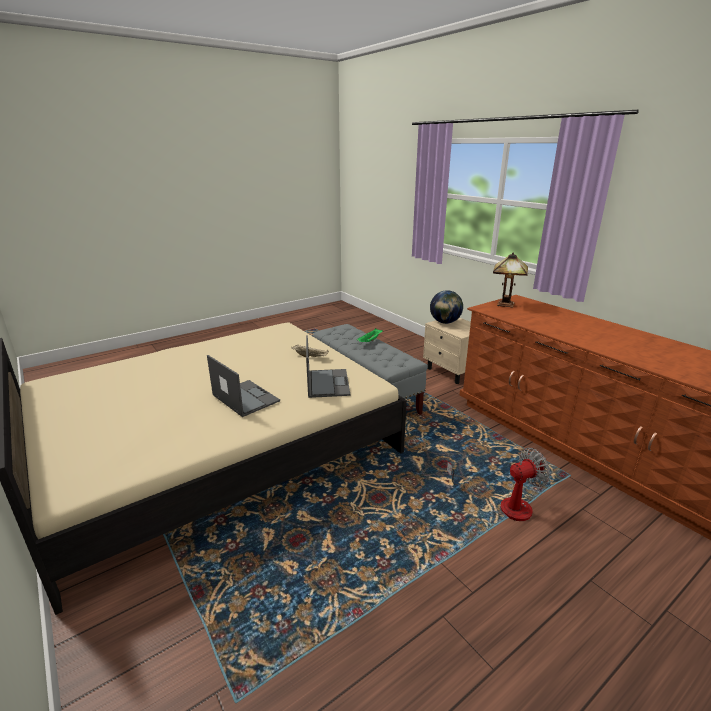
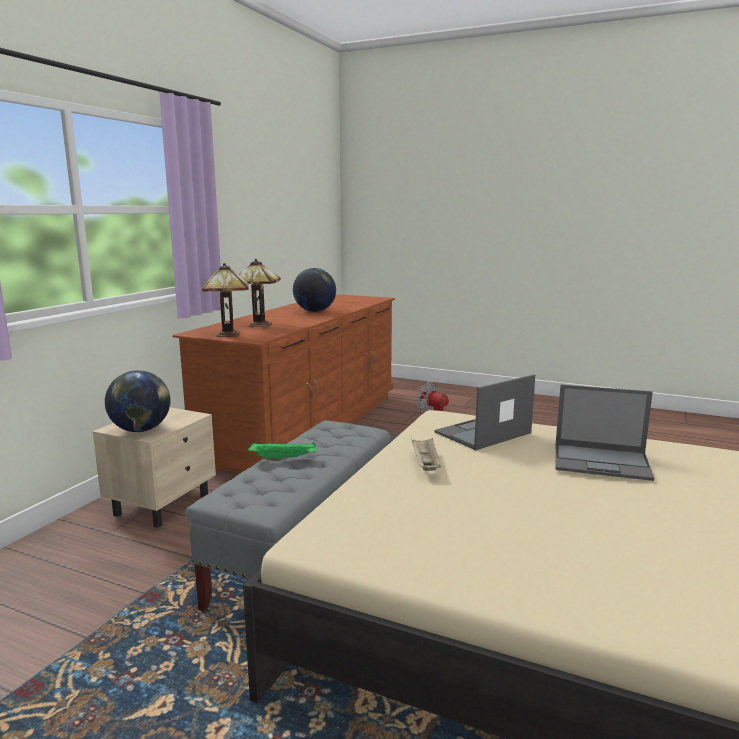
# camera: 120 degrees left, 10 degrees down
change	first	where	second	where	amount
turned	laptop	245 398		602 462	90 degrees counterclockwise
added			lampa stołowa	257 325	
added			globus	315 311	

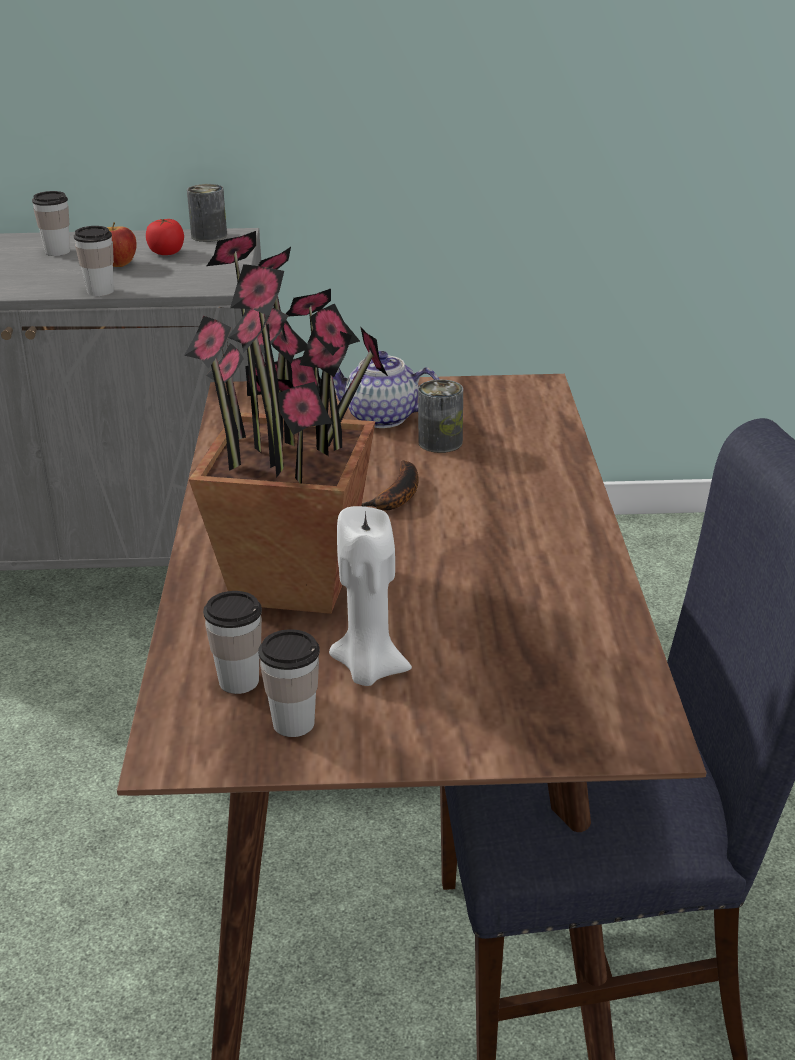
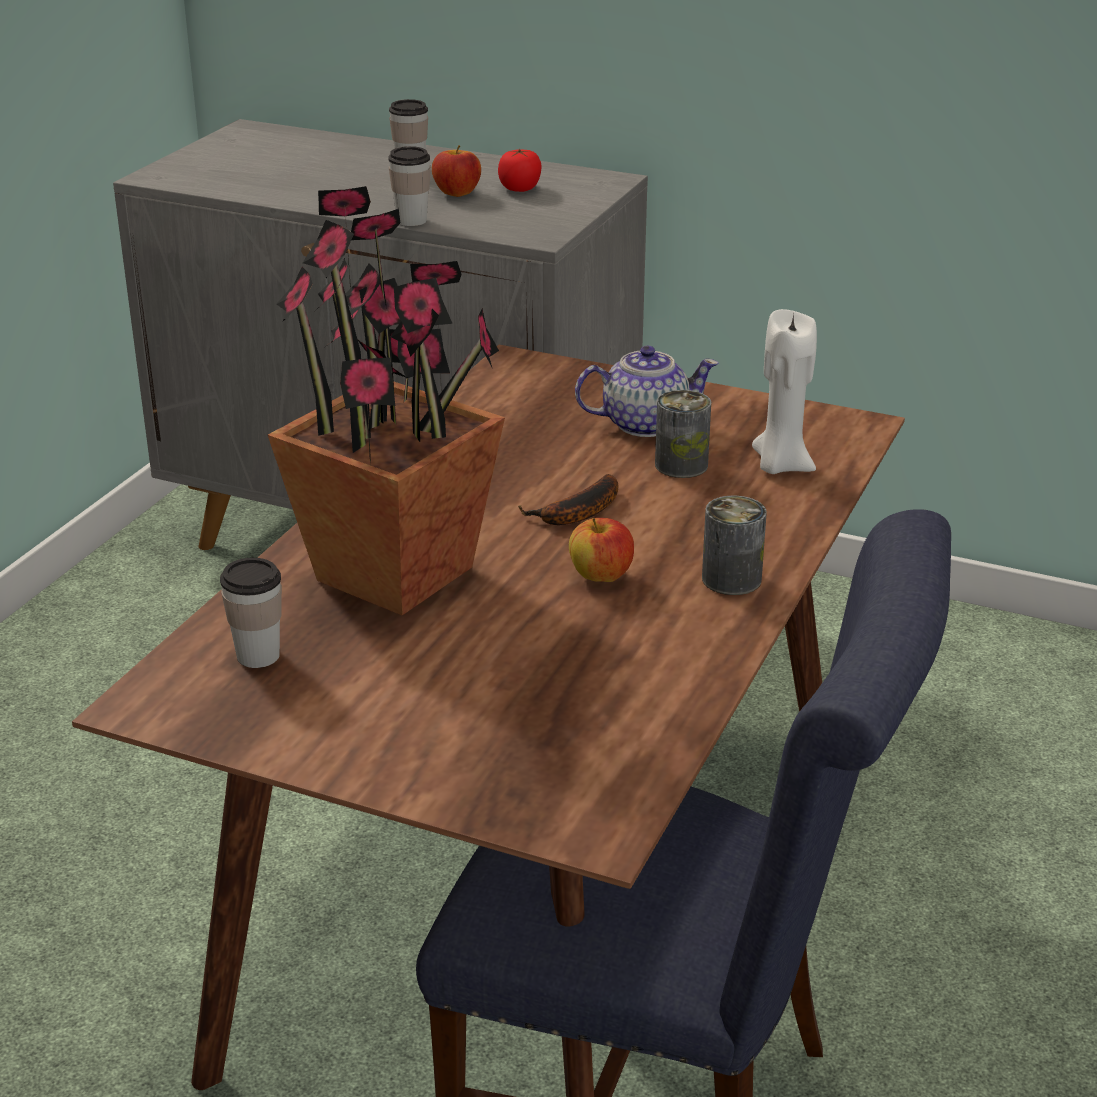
# camera: 25 degrees right, 0 degrees up
change	first	where	second	where	amount
moved	puszka	209 236		731 579	
removed	filiżanka	294 723			
moved	świeca (biały)	368 670		780 465	
turned	imbryk	383 418		644 424	135 degrees clockwise
added			jabłko	600 576	

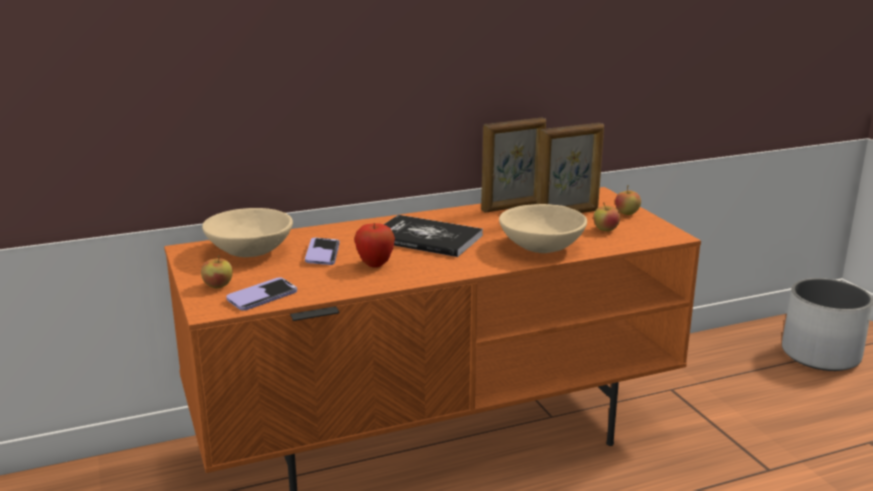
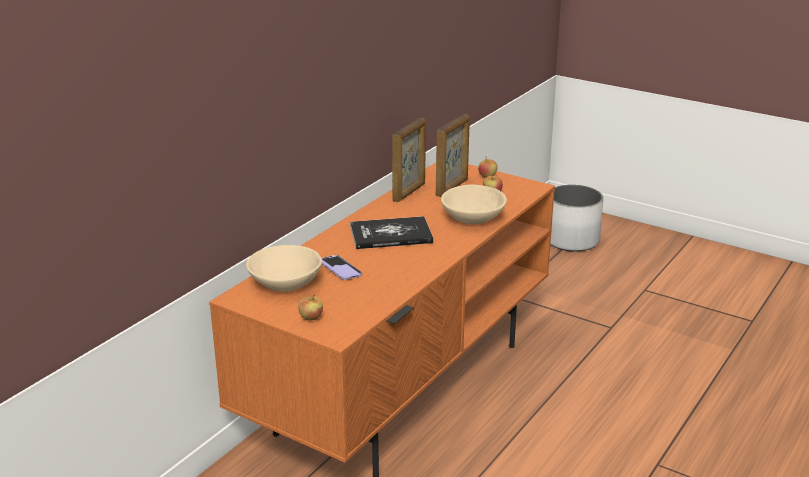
# camera: 35 degrees left, 5 degrees up
change	first	where	second	where	amount
removed	telefon	262 296			
removed	jabłko	375 264			

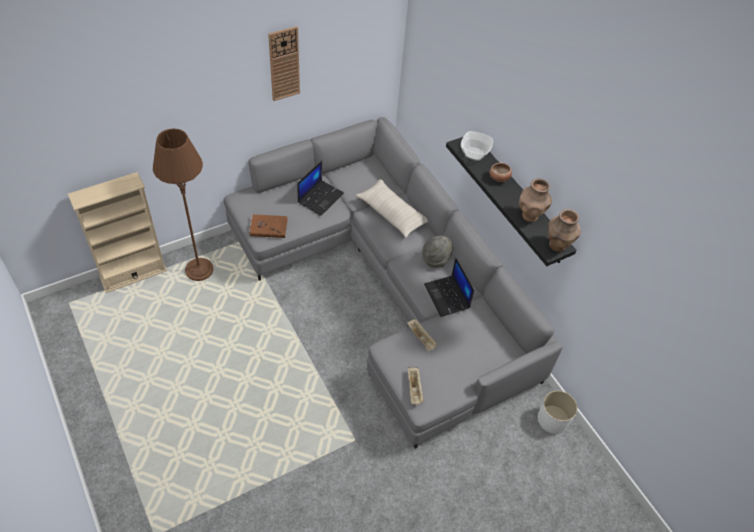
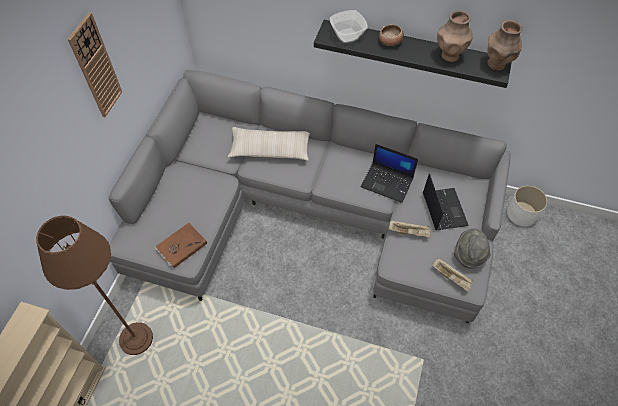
# camera: 40 degrees left, 5 degrees up
change	first	where	second	where	amount
moved	laptop	320 197		443 209	
moved	kapelusz (szary)	436 259		468 256	

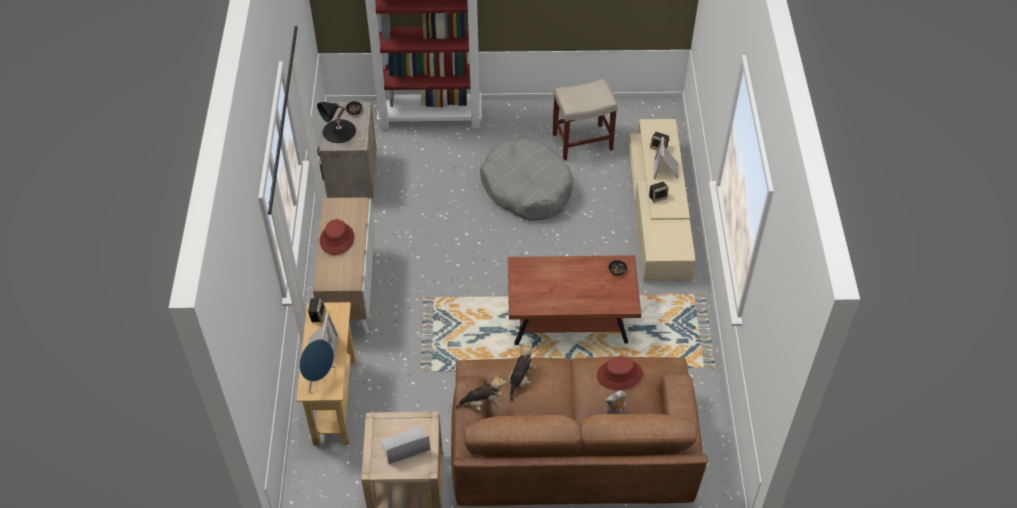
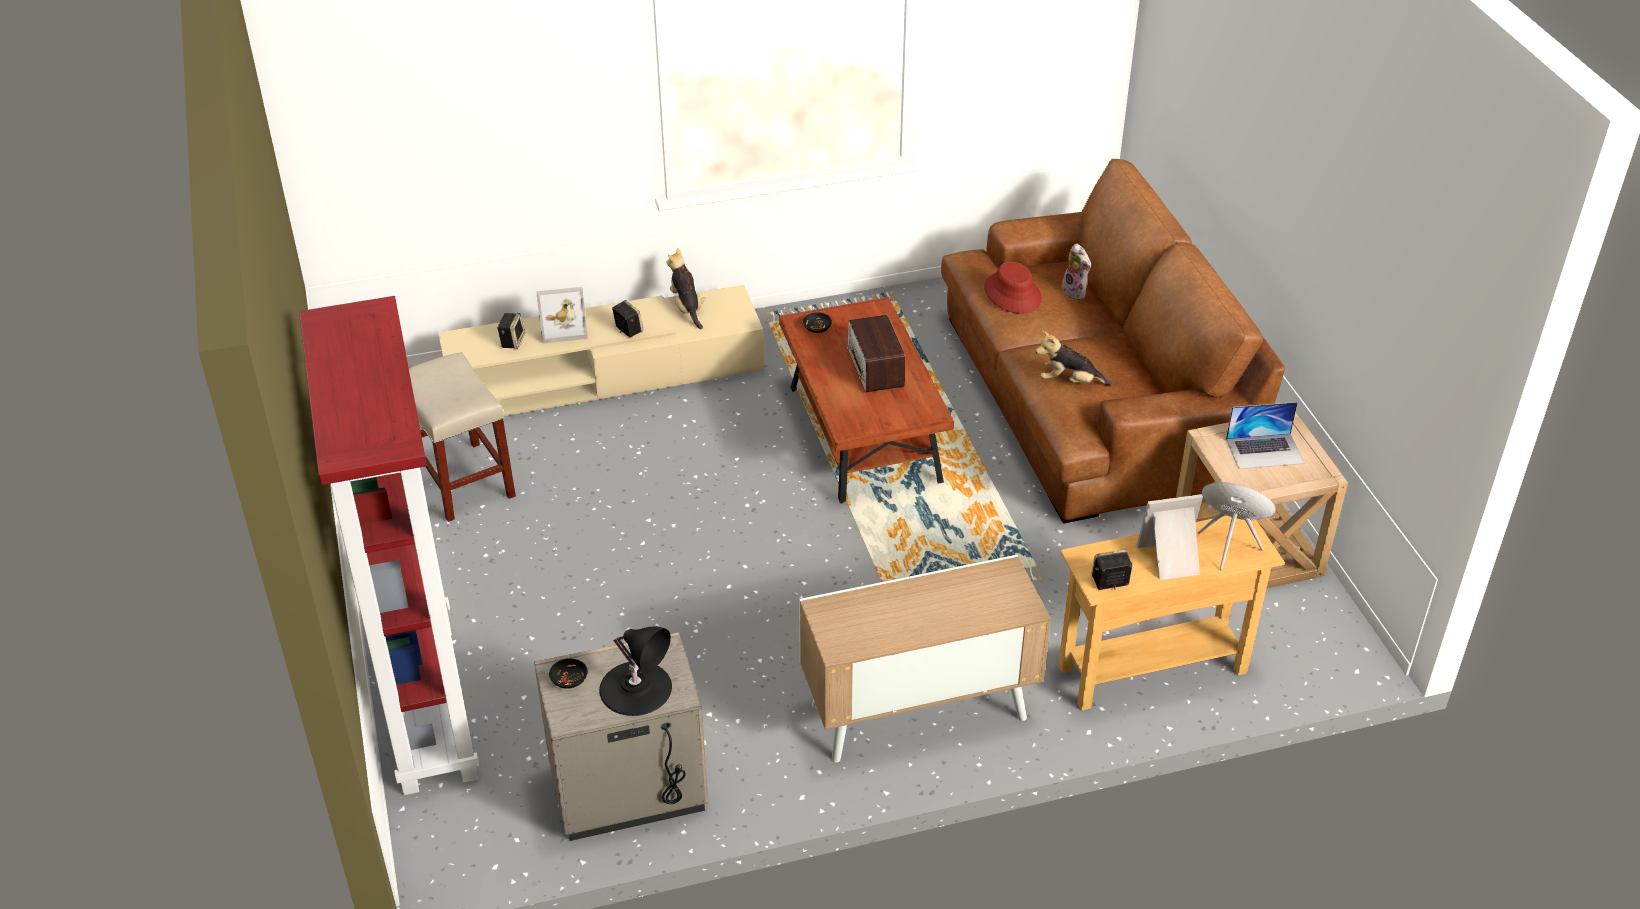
# camera: 105 degrees left, 10 degrees down
change	first	where	second	where	amount
removed	kapelusz (czerwony)	336 239			
turned	laptop	405 445		1265 451	60 degrees counterclockwise
moved	pluszak	483 403		687 308	
removed	legowisko (szary)	527 188			
added			radio	875 368	

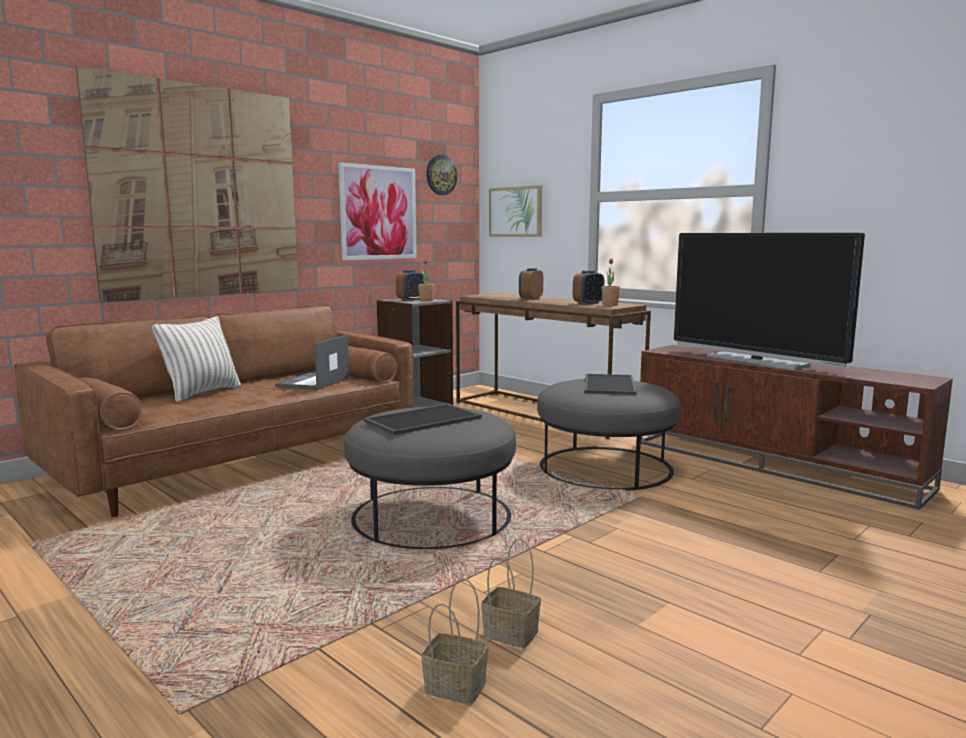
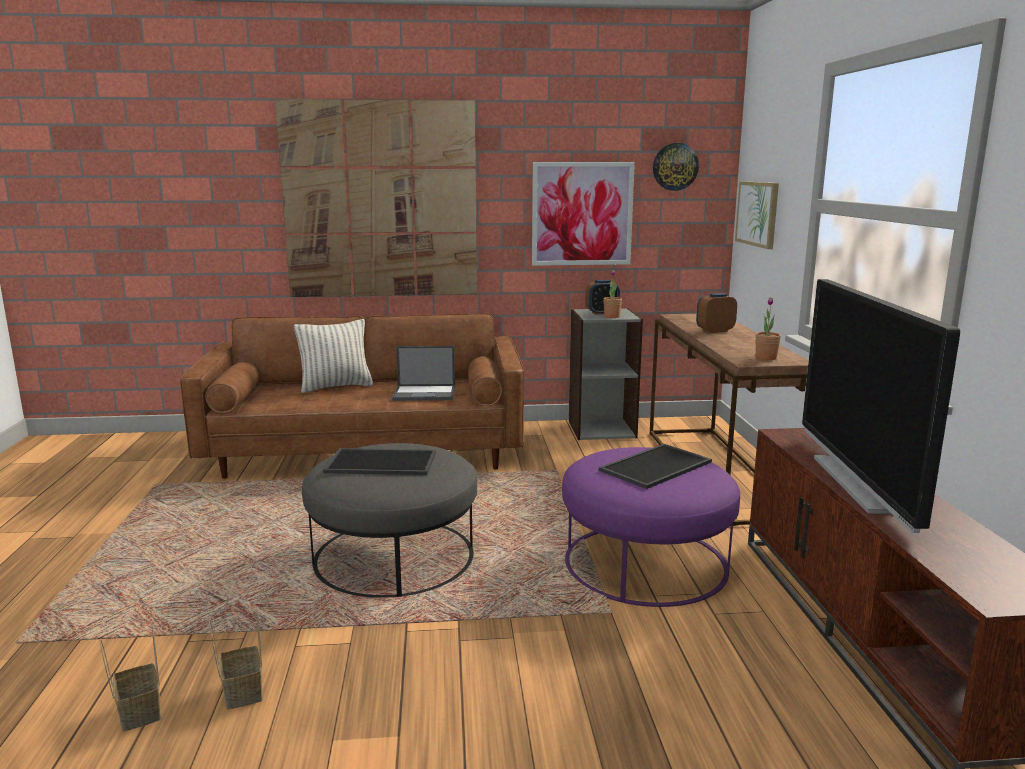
# camera: 40 degrees right, 5 degrees up
change	first	where	second	where	amount
turned	laptop	313 382		425 393	150 degrees counterclockwise
recoloured	pufa (szary)	605 467	pufa (fioletowy)	646 563	
removed	budzik	588 303			

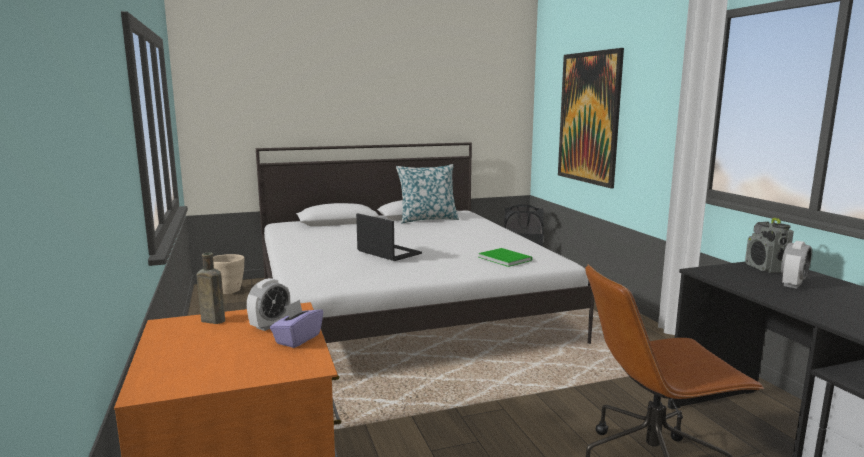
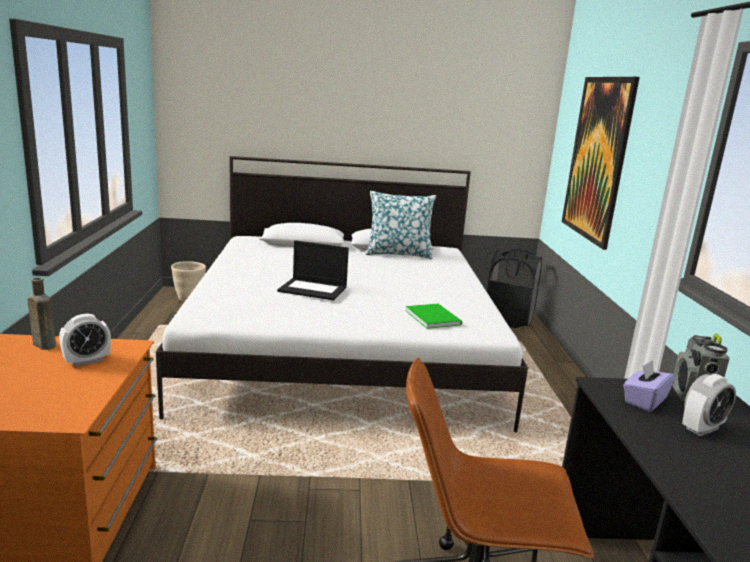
# camera: 15 degrees right, 5 degrees up
change	first	where	second	where	amount
moved	pudełko chusteczek (fioletowy)	297 339		644 401	
turned	laptop	388 252		313 289	135 degrees clockwise

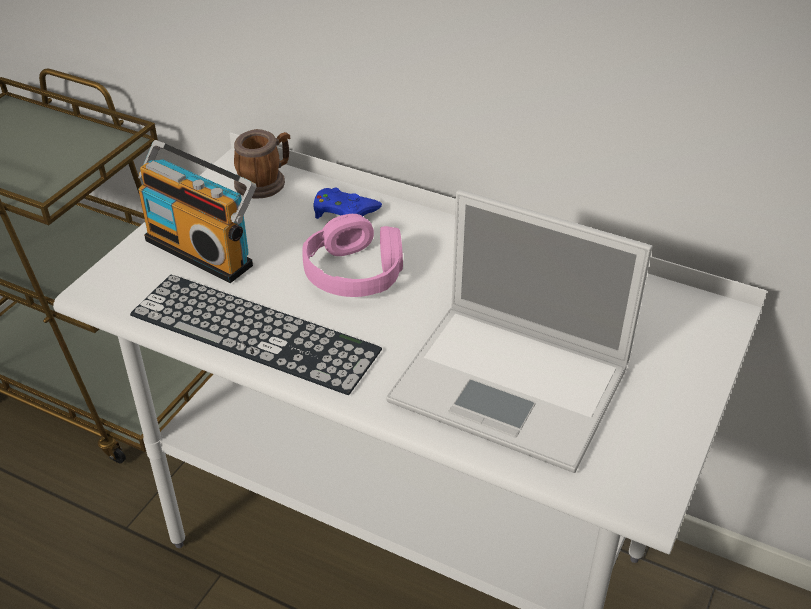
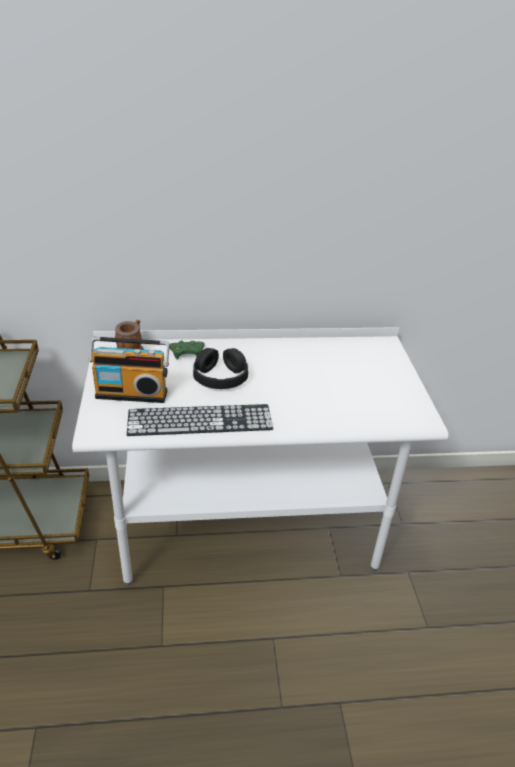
# camera: 35 degrees left, 5 degrees down
change	first	where	second	where	amount
recoloured	słuchawki (różowy)	355 272	słuchawki (czarny)	220 377	
recoloured	pad do gier (niebieski)	344 212	pad do gier (zielony)	187 352	
removed	laptop	514 385			

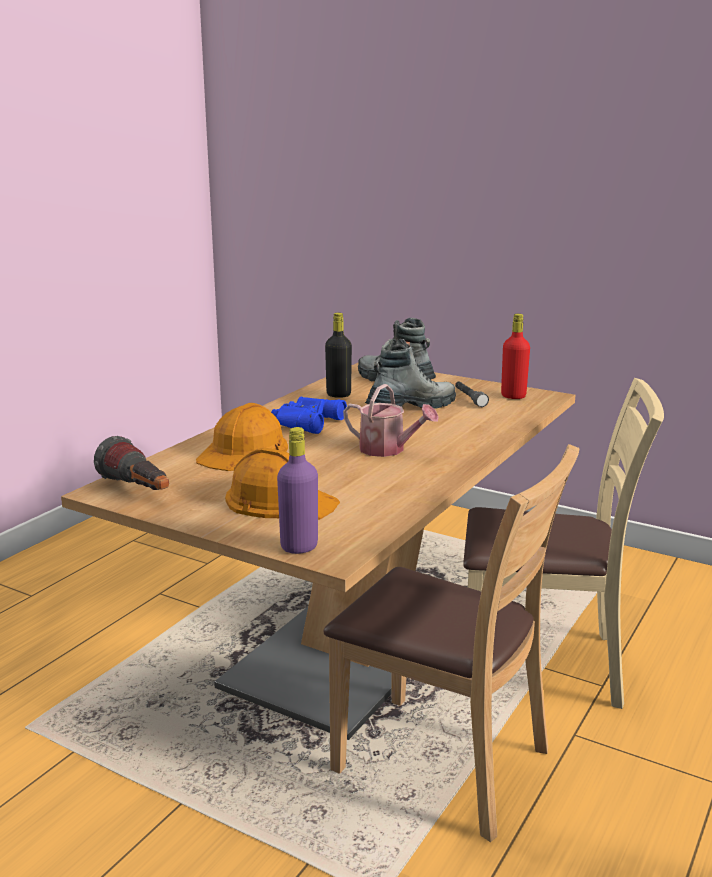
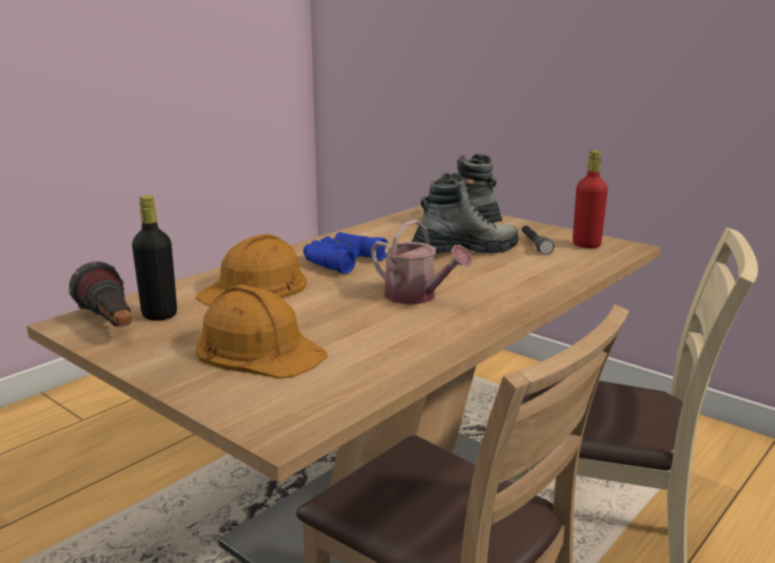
# camera: 10 degrees right, 0 degrees up
change	first	where	second	where	amount
removed	butelka (fioletowy)	299 547			
moved	butelka (czarny)	338 394		159 315	

